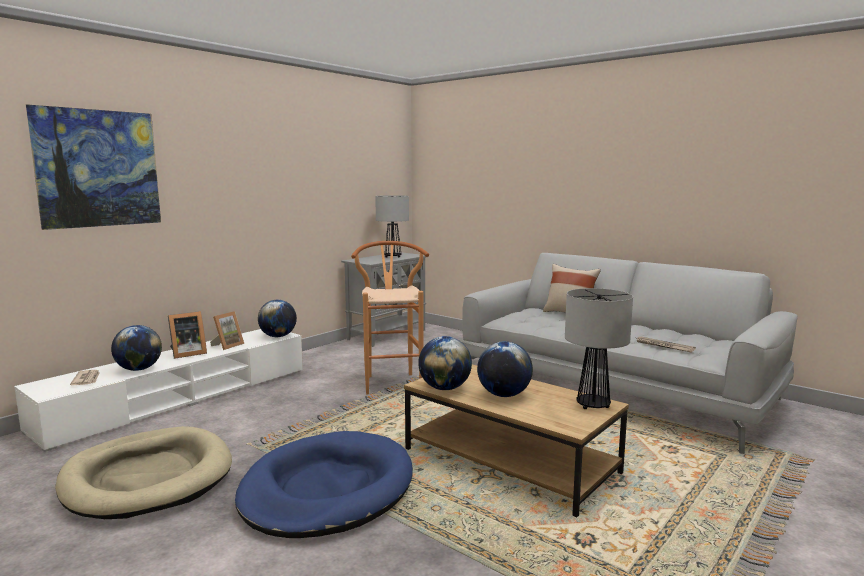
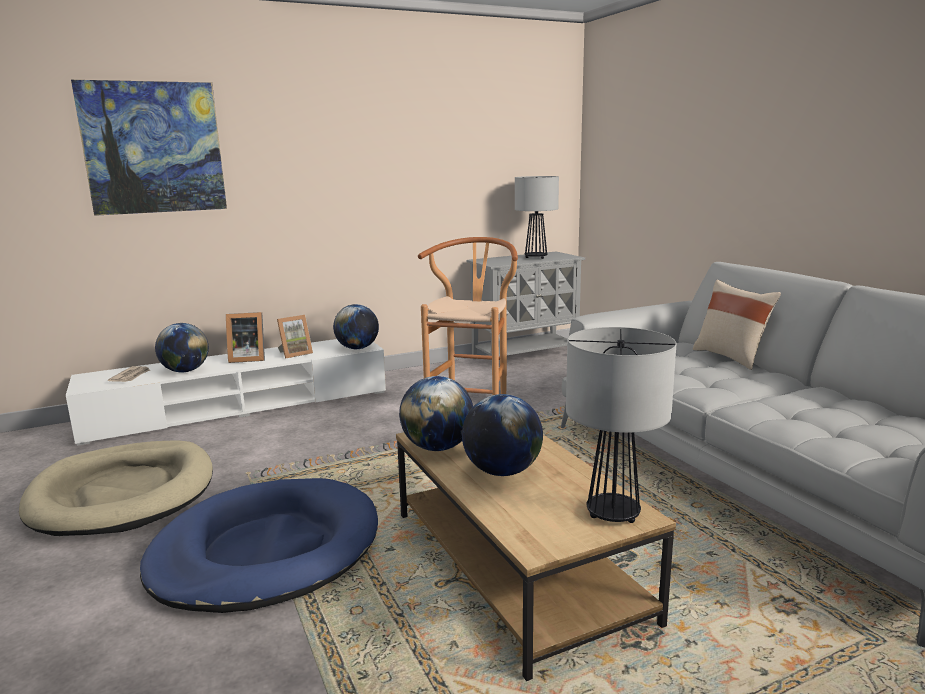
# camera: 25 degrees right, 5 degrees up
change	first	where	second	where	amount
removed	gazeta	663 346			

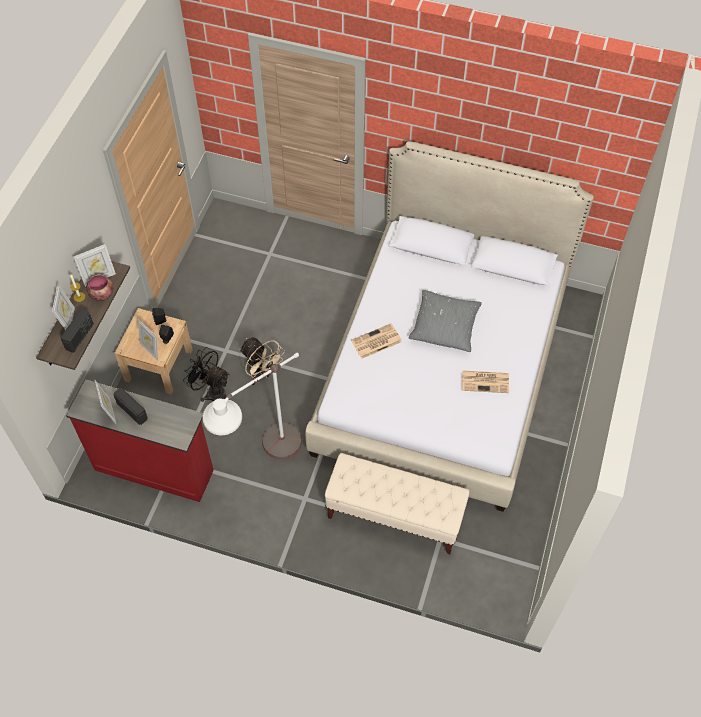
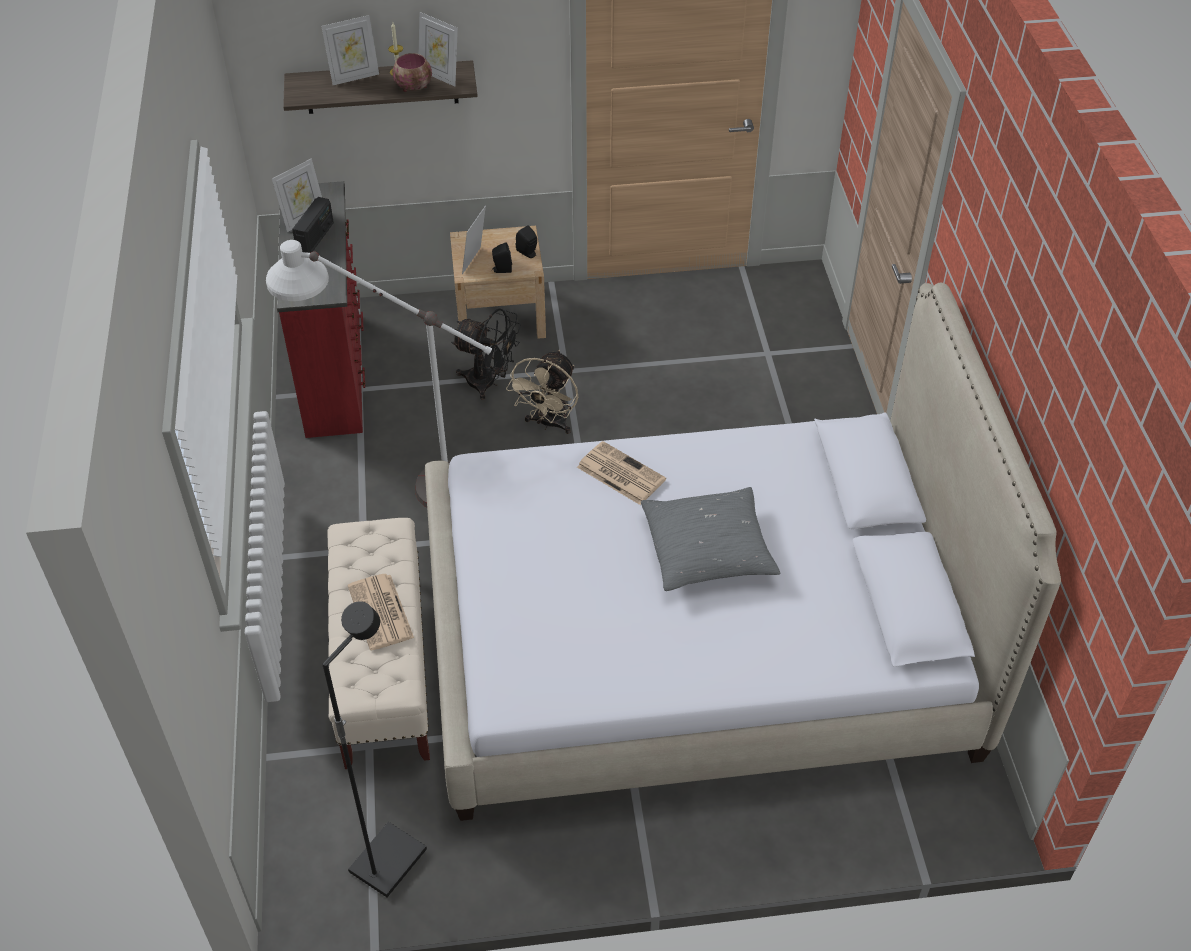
# camera: 65 degrees right, 10 degrees down
change	first	where	second	where	amount
removed	radio	80 336			
turned	wentylator (czarny)	212 391		489 383	105 degrees clockwise
moved	gazeta	486 381		381 613	
added			lampa stojąca (czarny)	387 859	

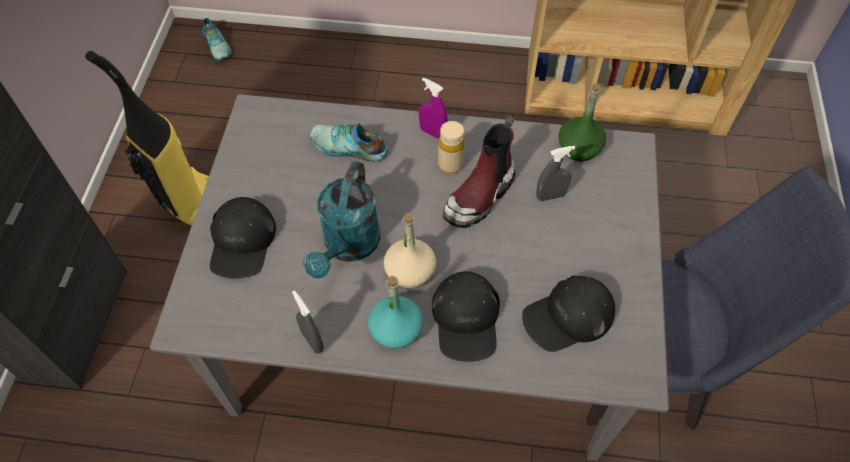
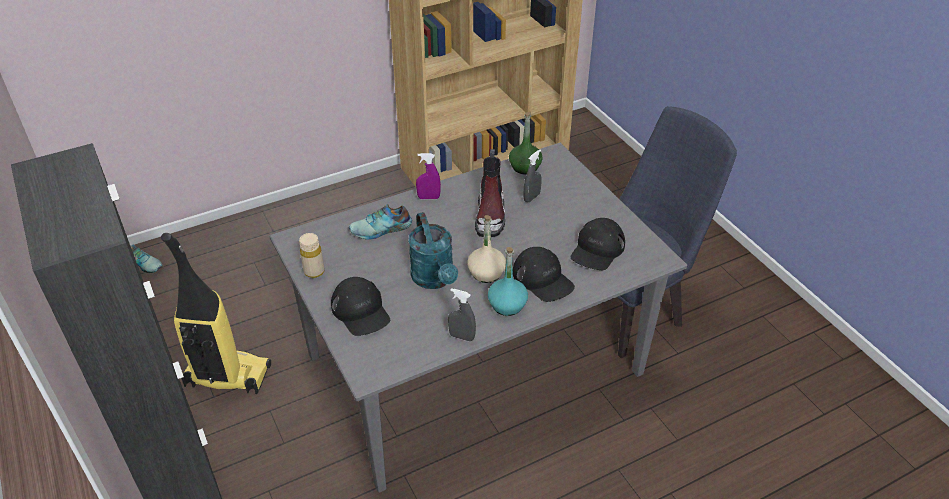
# camera: 35 degrees left, 15 degrees down
change	first	where	second	where	amount
moved	butelka (beżowy)	450 165		314 272	

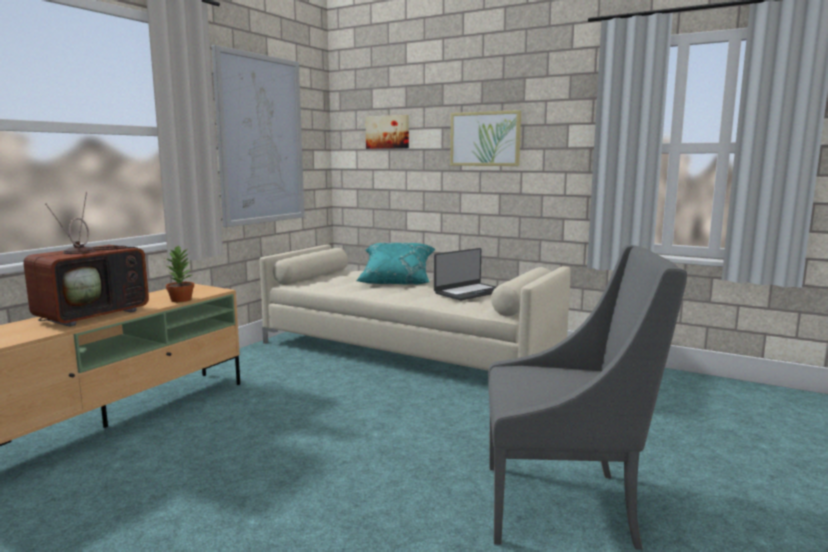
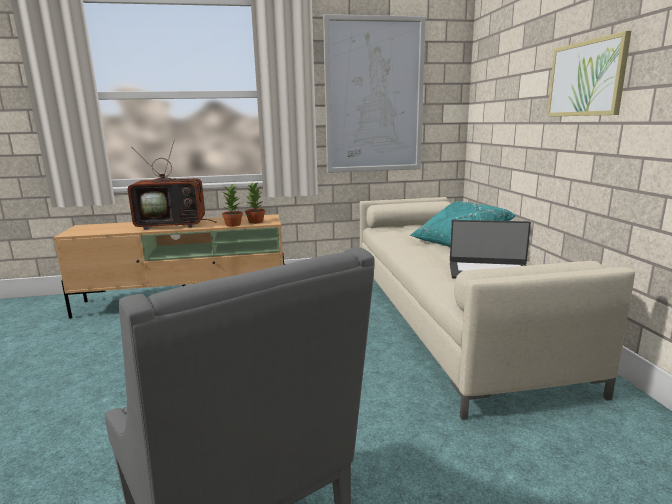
# camera: 50 degrees right, 5 degrees up
change	first	where	second	where	amount
removed	obraz	388 132			
added			roślina doniczkowa	255 222	

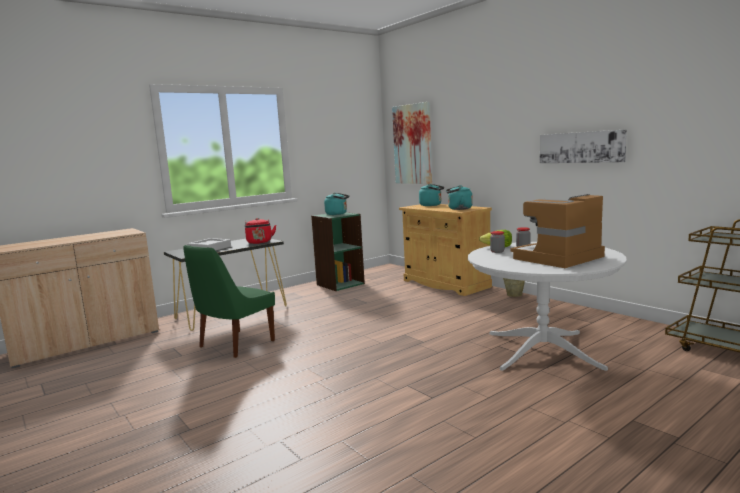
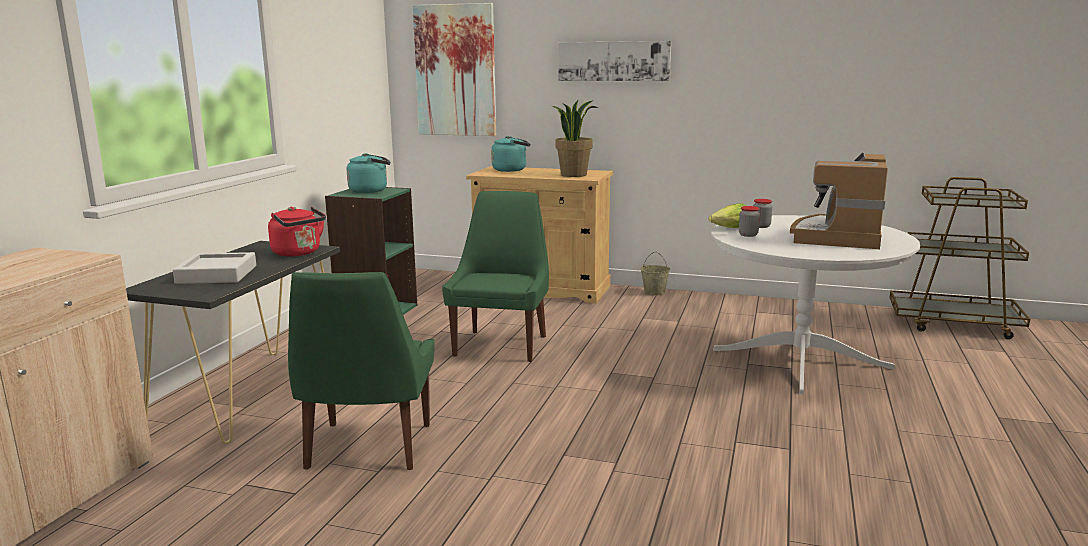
# camera: 35 degrees left, 5 degrees up
change	first	where	second	where	amount
replaced	czajnik (turkusowy)	458 209	roślina doniczkowa	574 174	
moved	obraz	581 147		614 61	
added			krzesło (zielony)	502 344	

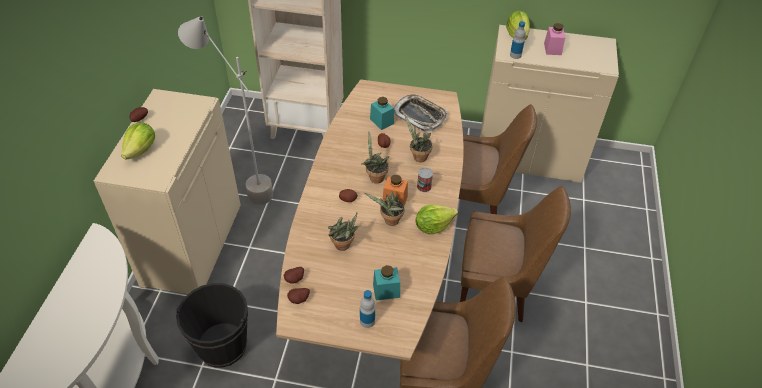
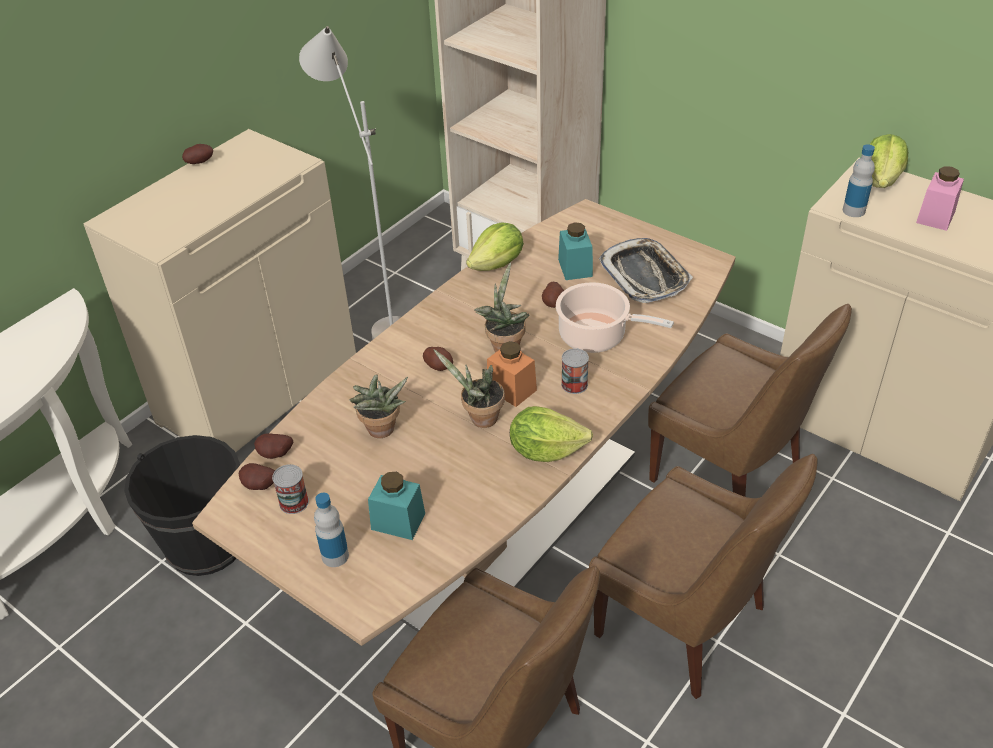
# camera: 30 degrees right, 5 degrees down
change	first	where	second	where	amount
moved	sałata	141 150		497 264	
replaced	roślina doniczkowa	418 157	garnek	596 336	
added			puszka	294 502	

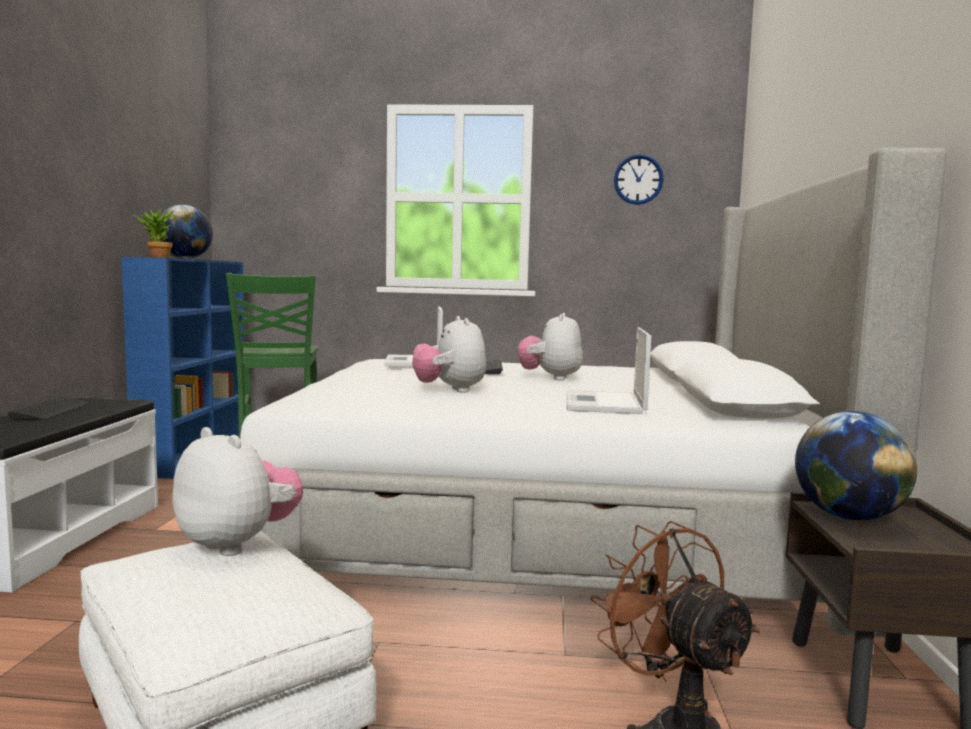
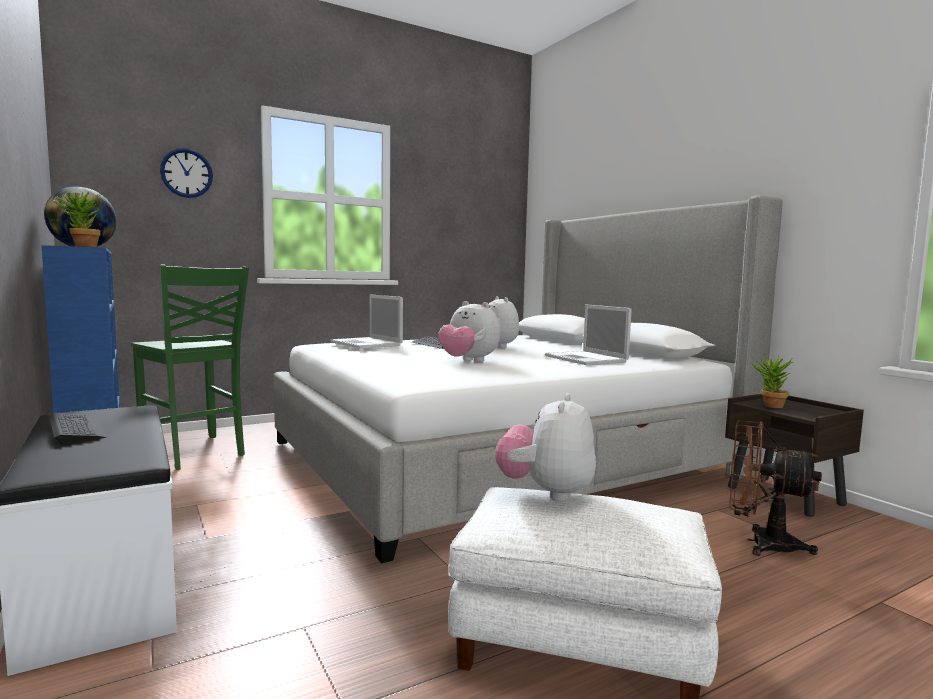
# camera: 35 degrees left, 0 degrees up
change	first	where	second	where	amount
turned	pluszak	238 544		546 492	75 degrees counterclockwise
moved	zegar ścienny	638 179		186 173	
replaced	globus	848 517	roślina doniczkowa	769 406	

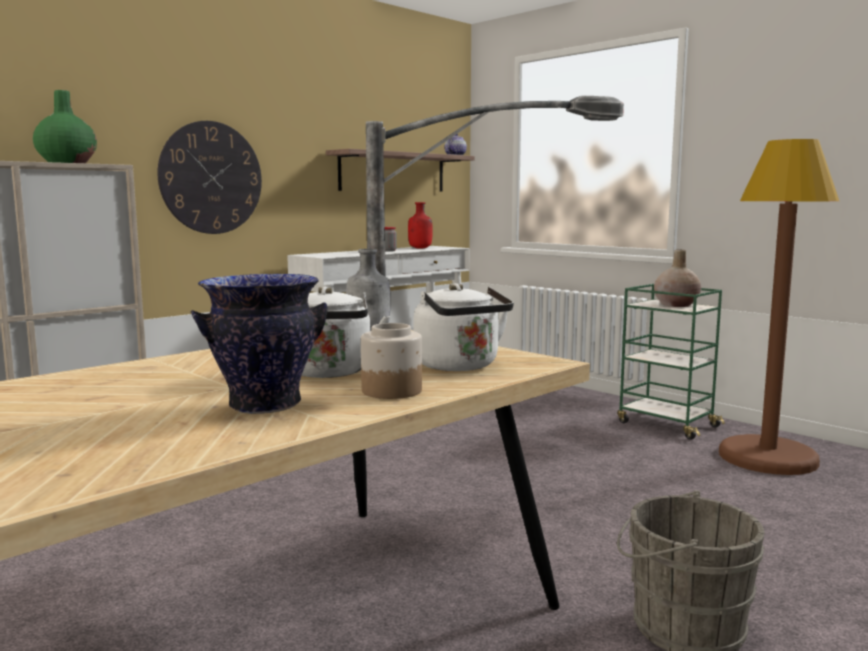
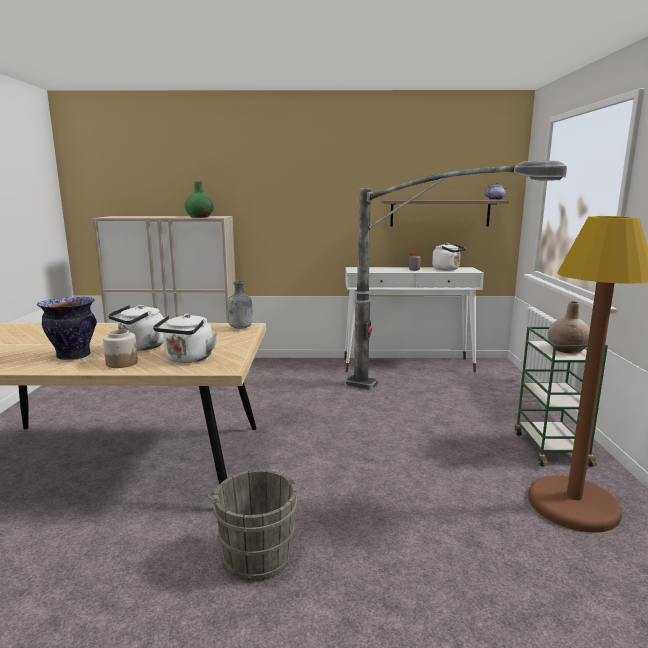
# camera: 45 degrees right, 5 degrees up
change	first	where	second	where	amount
removed	zegar ścienny	211 178			
replaced	butelka (czerwony)	420 248	czajnik (biały)	447 269	

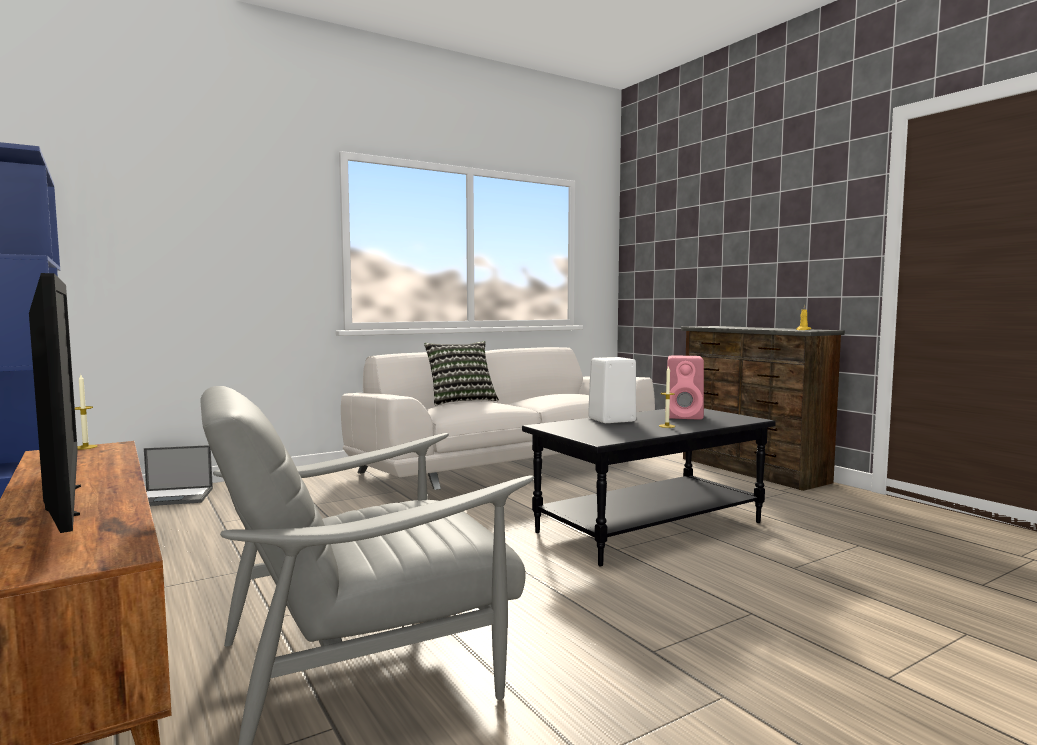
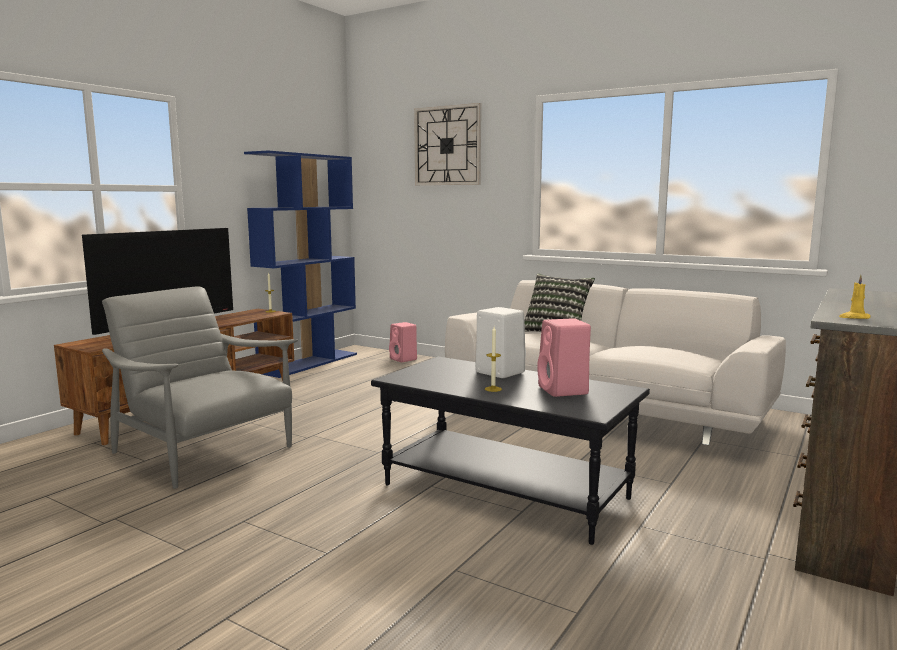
# camera: 65 degrees right, 5 degrees up
change	first	where	second	where	amount
replaced	laptop	174 497	głośnik (różowy)	404 359	
added			zegar ścienny	447 146	

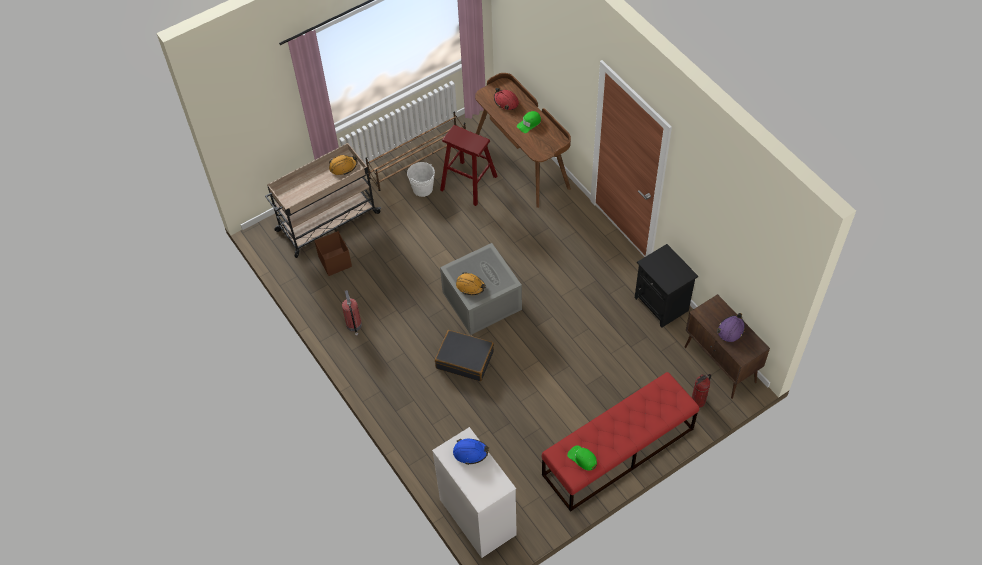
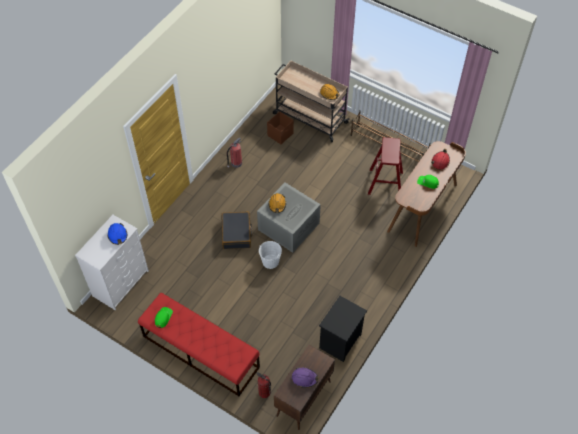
# camera: 65 degrees right, 0 degrees up
change	first	where	second	where	amount
moved	wiadro (biały)	422 188		270 261	

